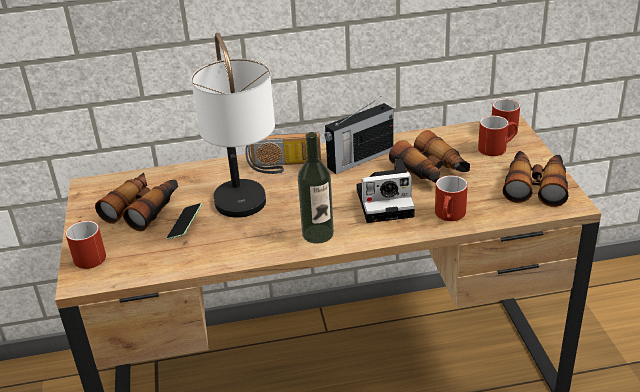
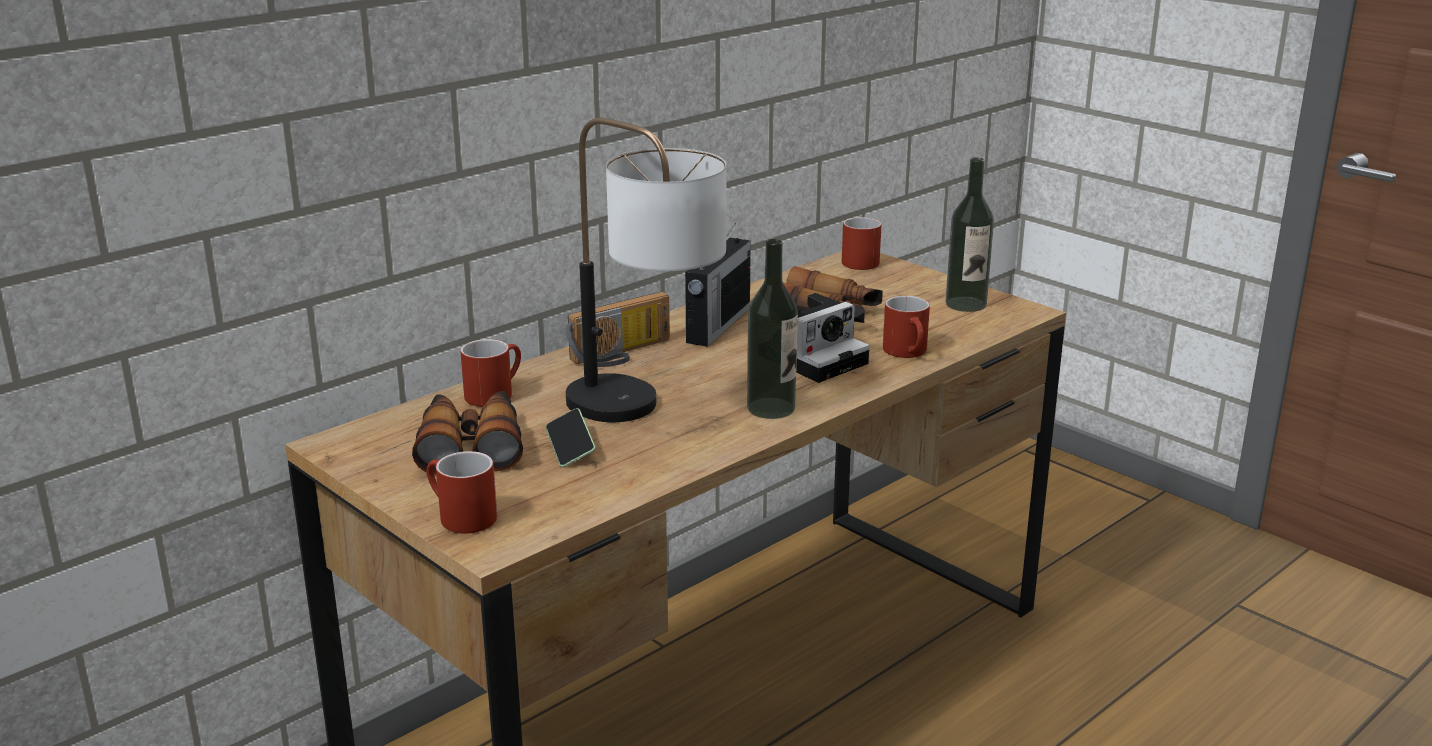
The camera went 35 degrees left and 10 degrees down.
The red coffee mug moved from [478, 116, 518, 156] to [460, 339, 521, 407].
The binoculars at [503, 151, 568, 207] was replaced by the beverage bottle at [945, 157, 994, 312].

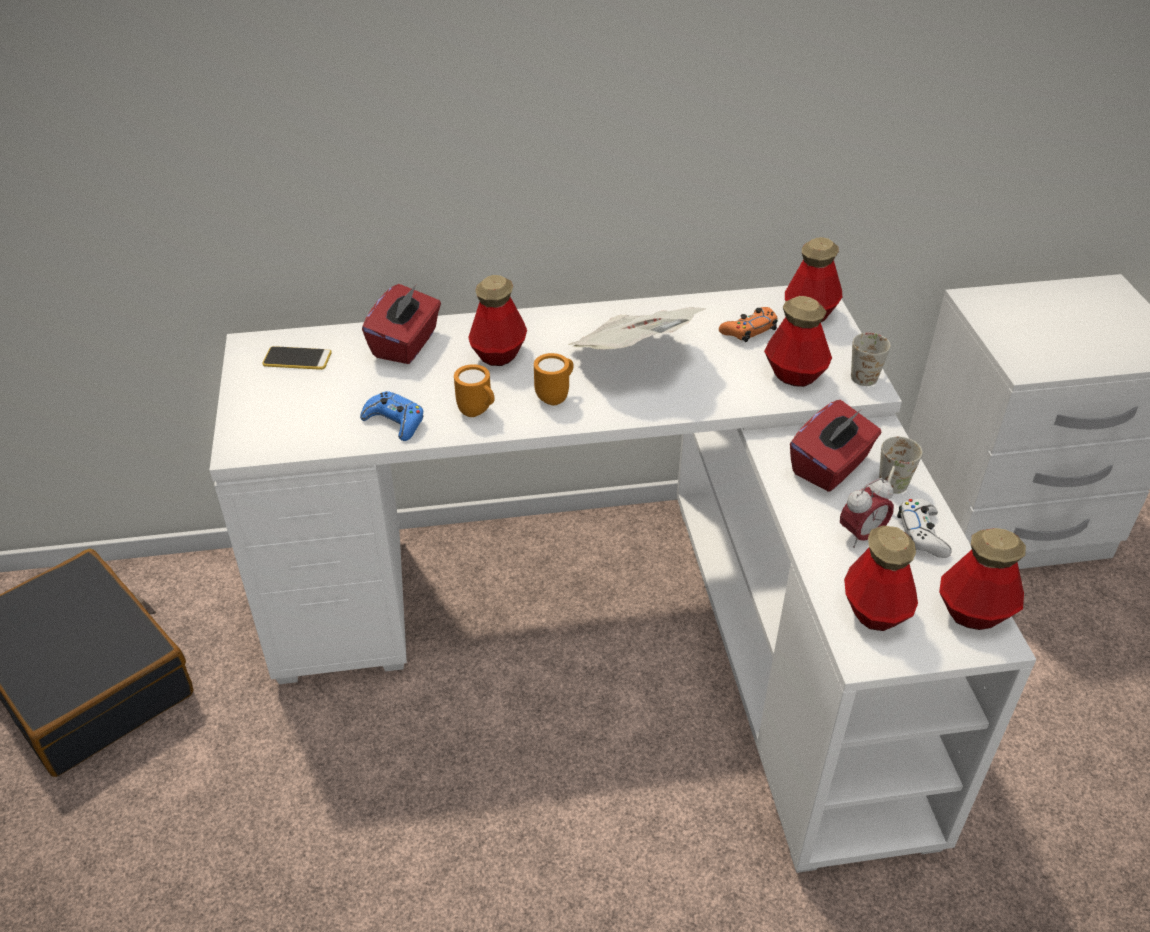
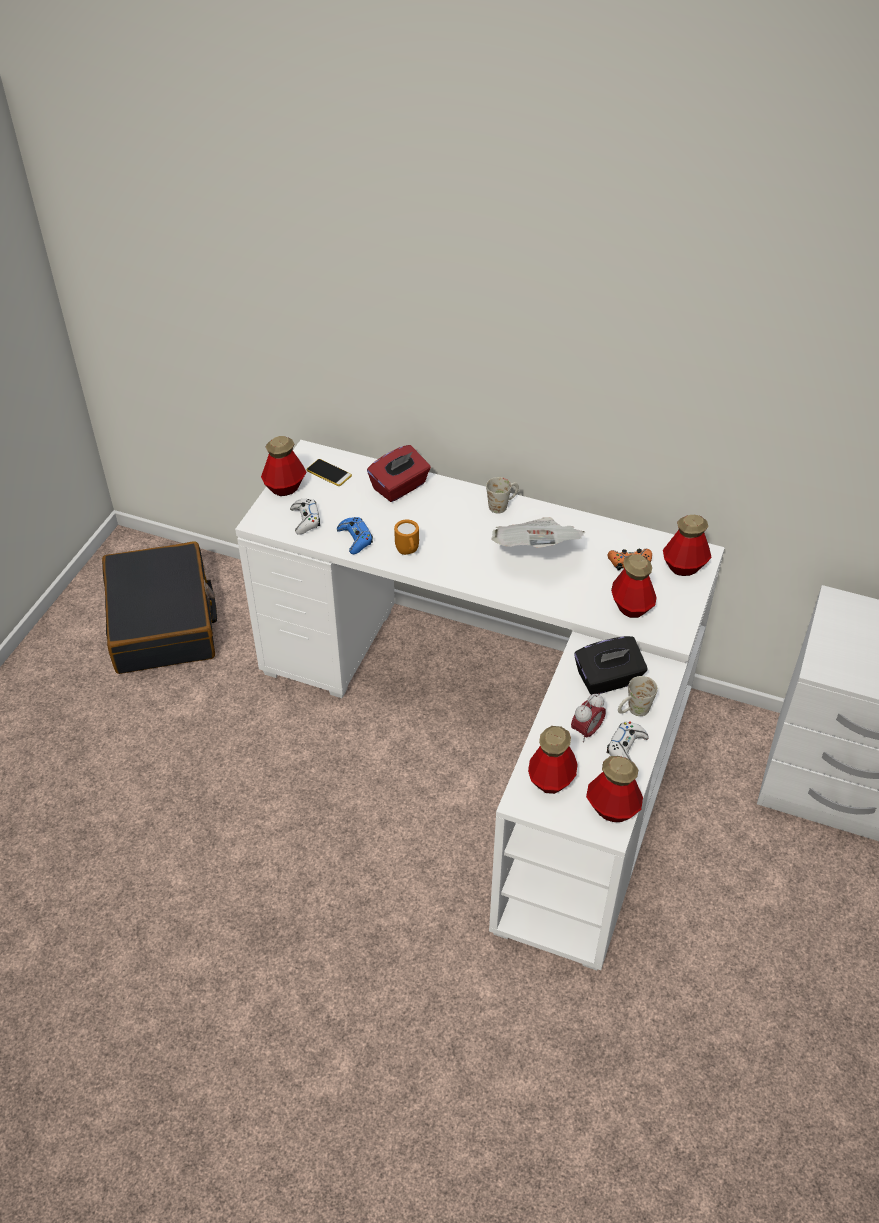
The camera went 30 degrees right and 5 degrees up.
The beverage bottle moved from [468, 275, 527, 366] to [261, 436, 306, 496].
The white joypad at [290, 499, 320, 535] appeared.
The white coffee mug moved from [851, 333, 890, 386] to [486, 477, 519, 514].
The table clock at [840, 478, 894, 548] turned 45 degrees counterclockwise.
The red tissue holder at [790, 400, 881, 492] became the black-coloured tissue holder at [574, 636, 648, 695].
The orange coffee mug at [534, 353, 574, 405] disappeared.

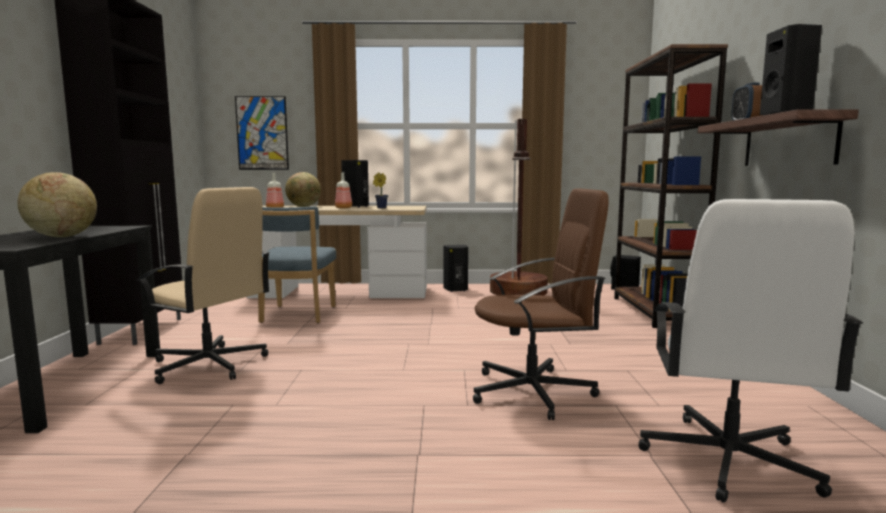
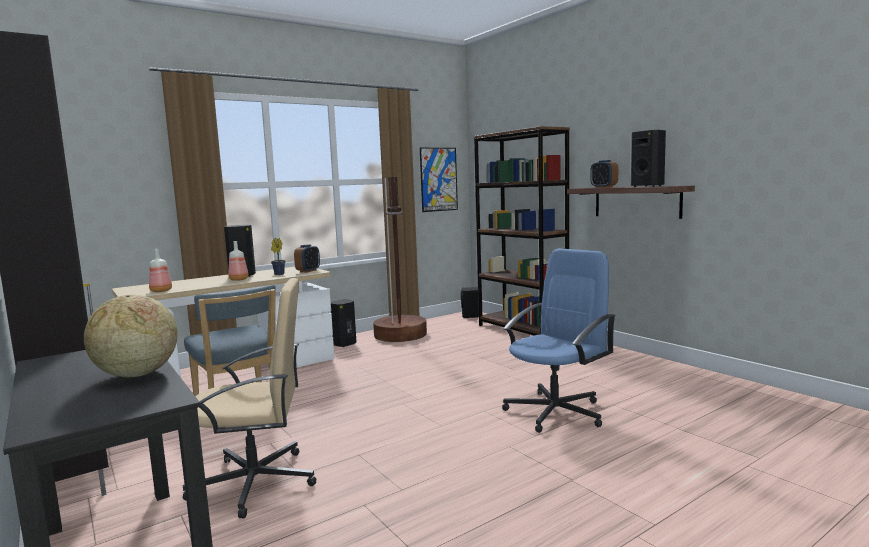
The camera went 35 degrees left and 0 degrees up.
The table clock at [294, 244, 320, 272] appeared.
The wall art moved from [235, 96, 289, 170] to [420, 148, 458, 212].
The brown computer chair at [473, 188, 609, 420] became the blue-coloured computer chair at [502, 248, 616, 433].
The globe at [285, 172, 321, 207] disappeared.
The white computer chair at [638, 199, 863, 503] disappeared.

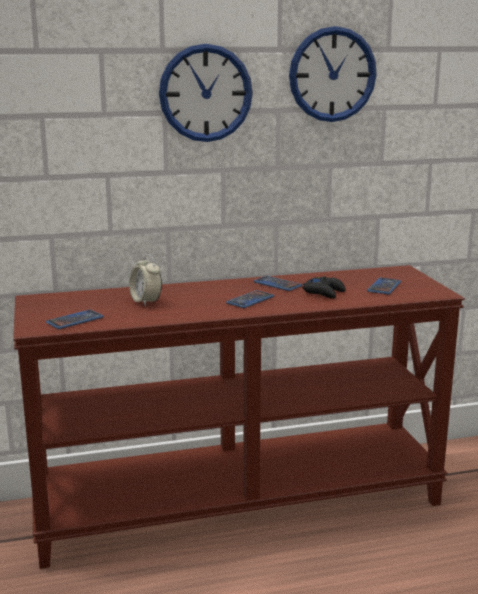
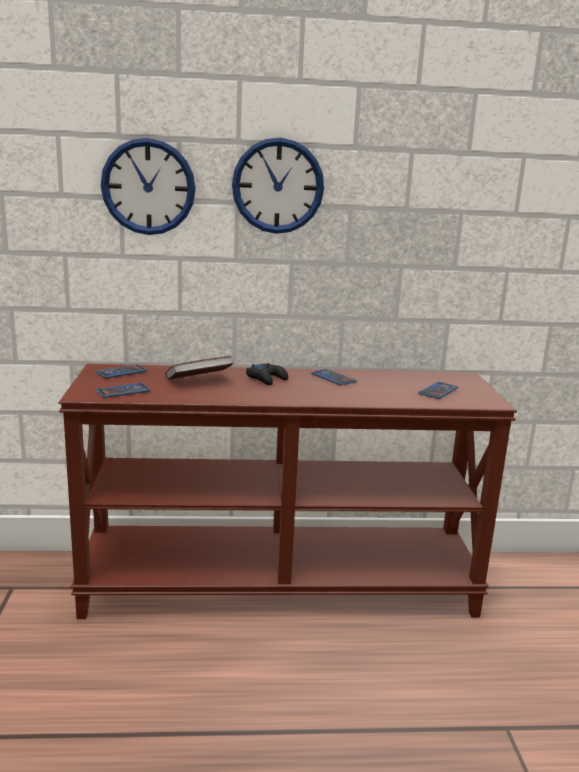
The camera went 10 degrees right and 0 degrees up.
The telephone moved from [226, 290, 274, 308] to [96, 364, 147, 378].
The wall clock moved from [289, 26, 377, 122] to [101, 138, 196, 235].
The table clock at [129, 254, 162, 306] was replaced by the volume at [165, 356, 233, 380].
The black-coloured joypad moved from [302, 276, 346, 299] to [246, 363, 288, 385].

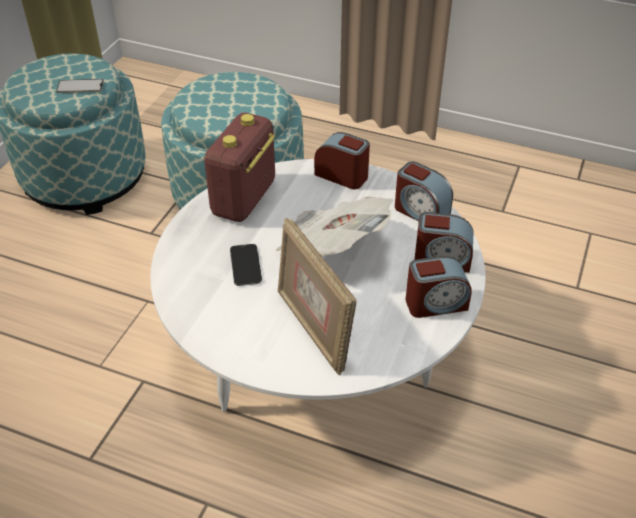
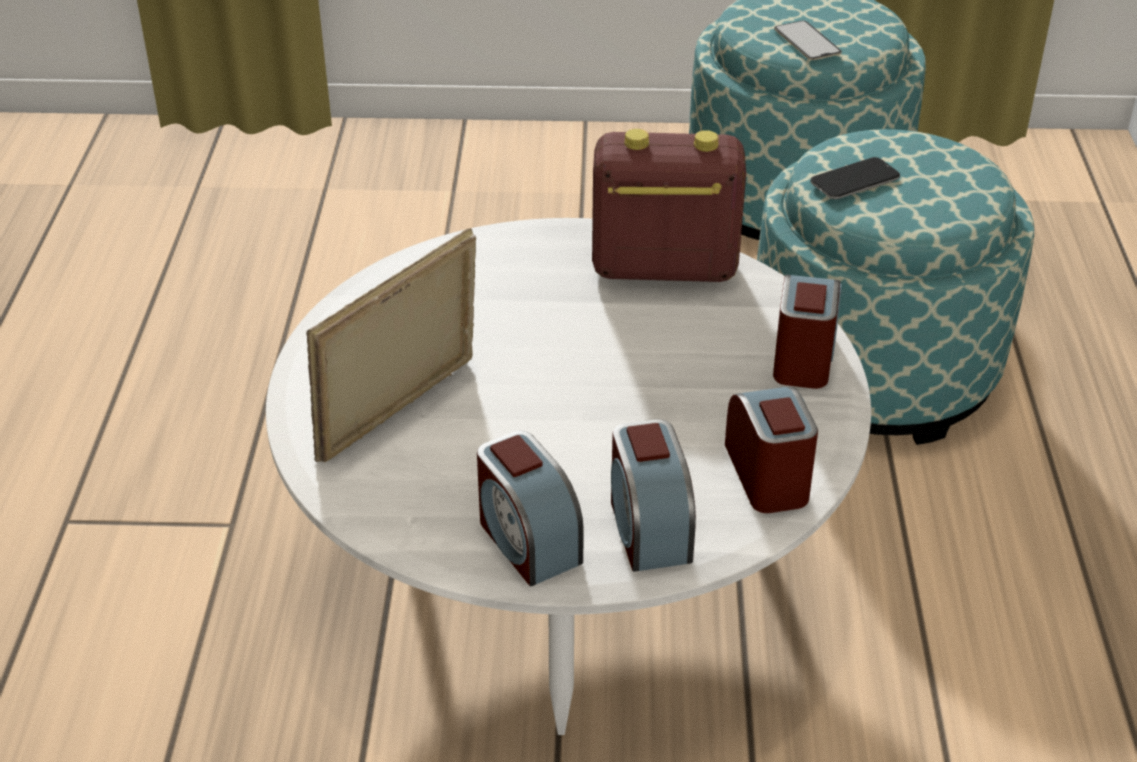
The camera went 70 degrees right and 5 degrees down.
The table clock at [395, 161, 453, 221] turned 150 degrees clockwise.
The telephone moved from [230, 244, 262, 286] to [811, 157, 900, 199].
The newspaper at [276, 196, 394, 256] disappeared.

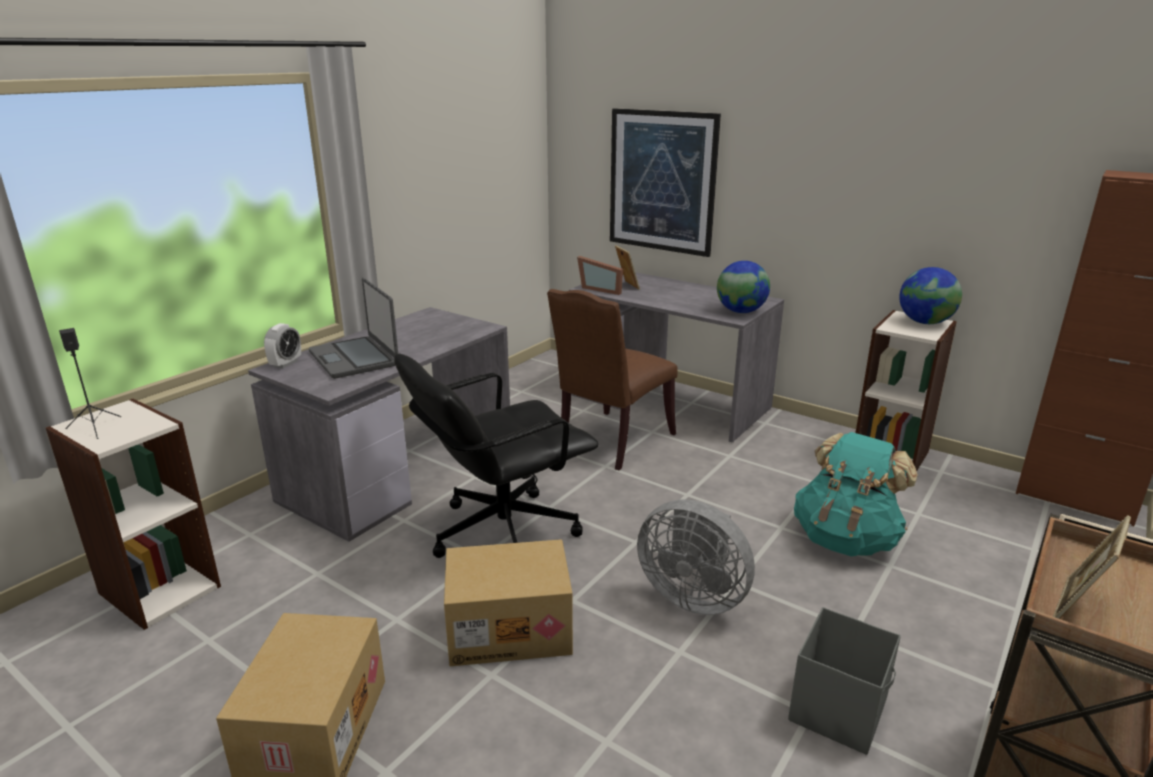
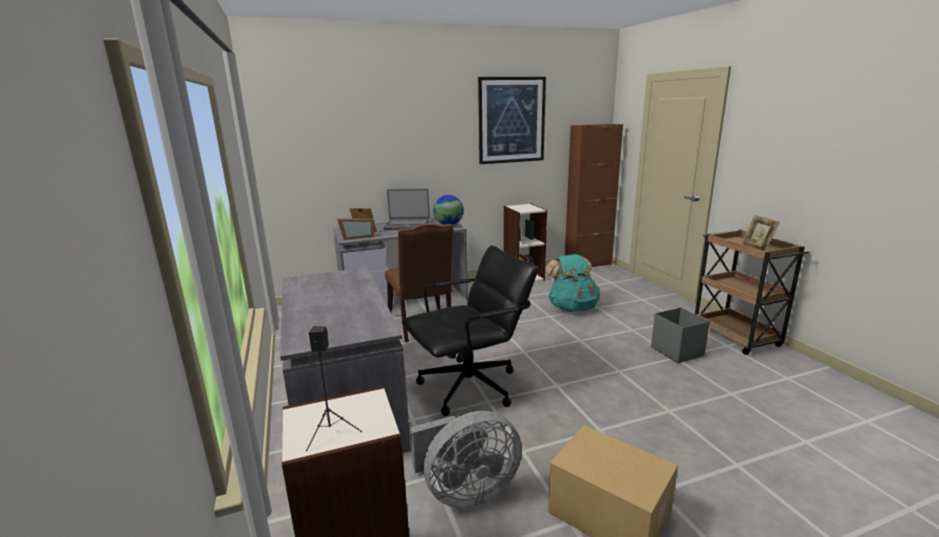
The camera went 55 degrees left and 5 degrees down.
The portable computer moved from [309, 278, 398, 379] to [383, 189, 430, 230].
The black-coloured computer chair at [394, 354, 598, 558] turned 120 degrees counterclockwise.
The greyish cooling fan moved from [637, 499, 755, 615] to [410, 411, 522, 508].
The wall art moved from [610, 108, 721, 257] to [478, 77, 546, 164].
The table clock at [264, 323, 301, 369] disappeared.
The cardboard box at [444, 539, 573, 666] disappeared.
The globe at [899, 267, 962, 324] disappeared.

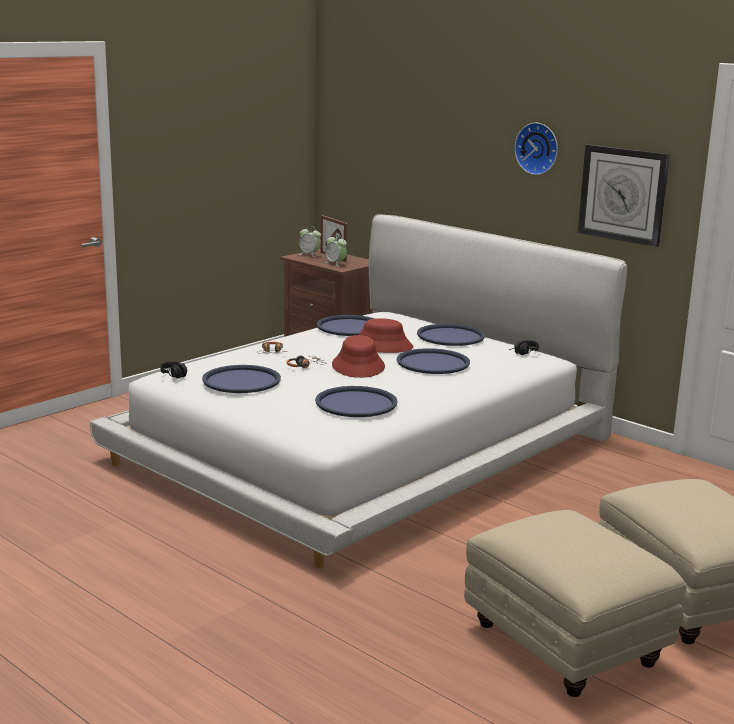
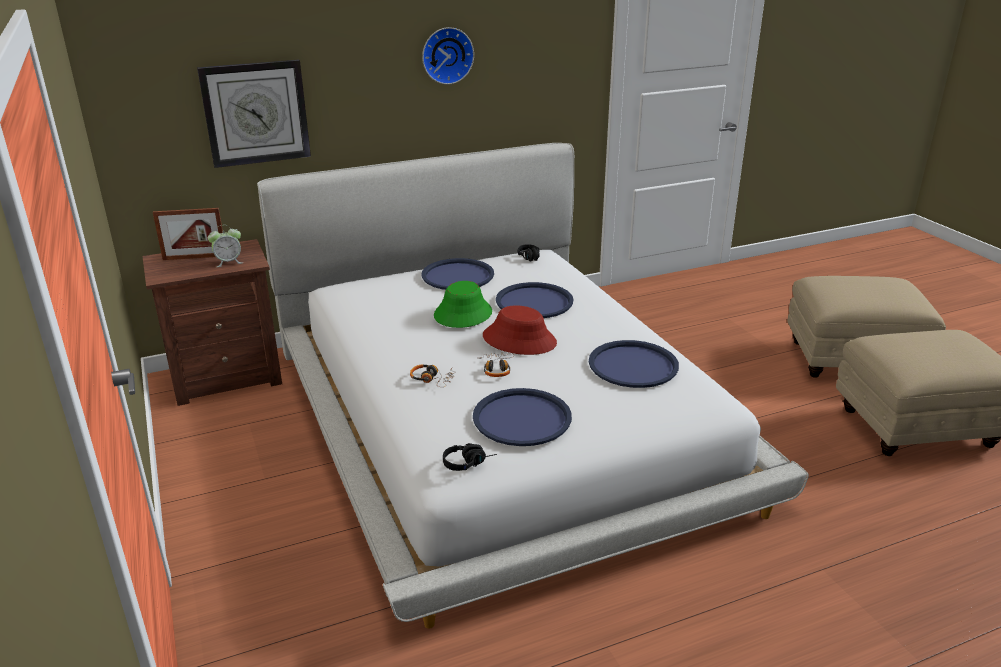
The camera went 65 degrees left and 10 degrees up.
The wall clock moved from [578, 144, 670, 247] to [197, 60, 311, 168].
The red hat at [359, 318, 413, 353] became the green-coloured hat at [434, 281, 492, 328].
The table clock at [299, 226, 321, 257] disappeared.
The blue-coloured carrying tray at [317, 315, 375, 336] disappeared.

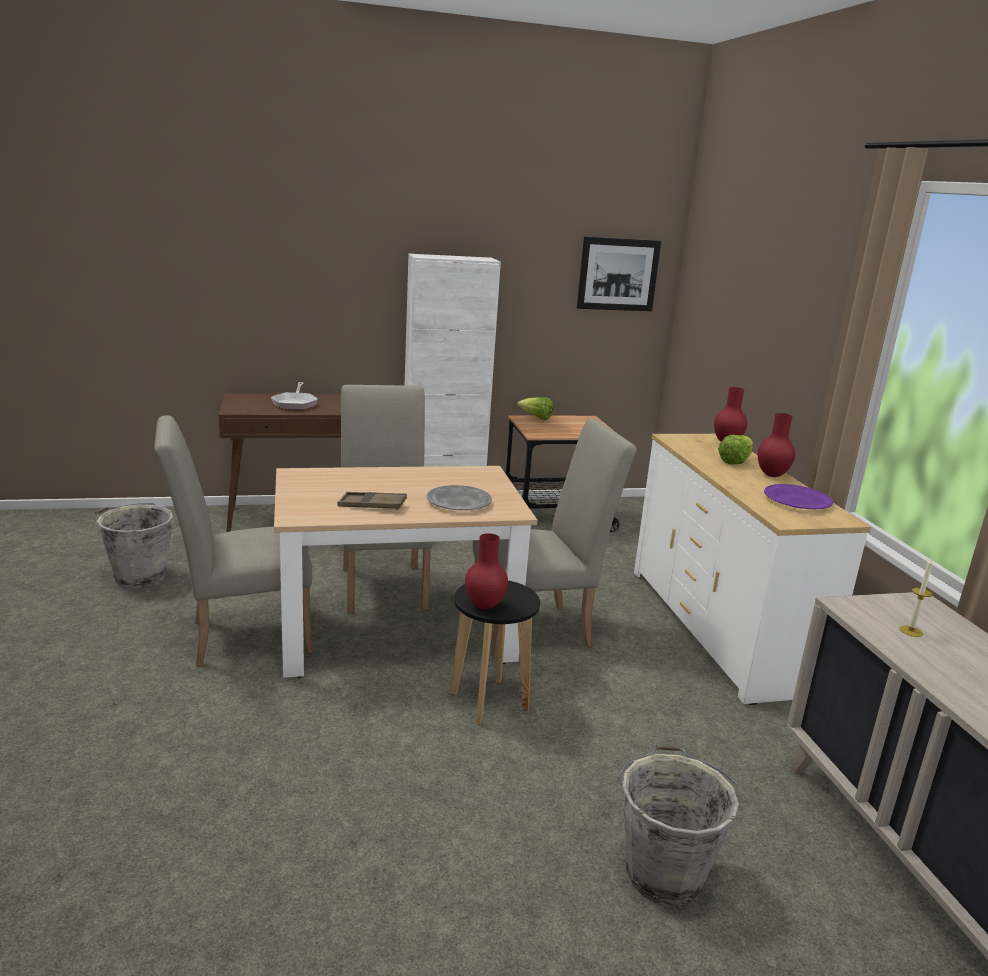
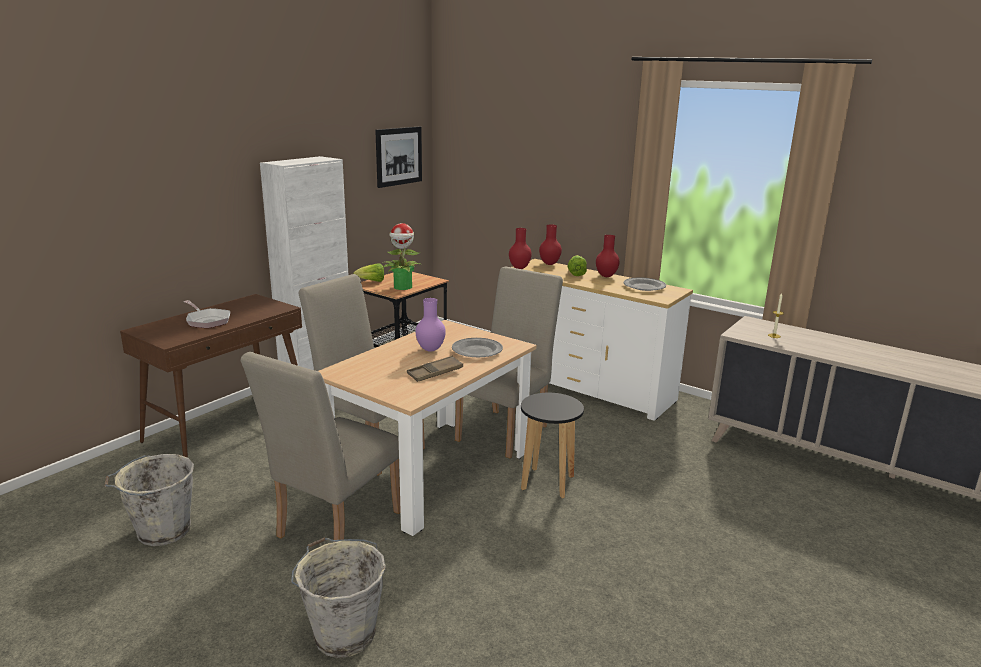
The camera went 40 degrees left and 0 degrees up.
The greyish pail moved from [617, 745, 739, 907] to [291, 538, 386, 658].
The potted plant at [382, 223, 420, 290] appeared.
The purple flower vase at [415, 298, 446, 352] appeared.
The red flower vase moved from [465, 533, 508, 609] to [509, 228, 532, 269].
The purple flat dish at [764, 484, 833, 509] became the greyish flat dish at [624, 277, 666, 291].

